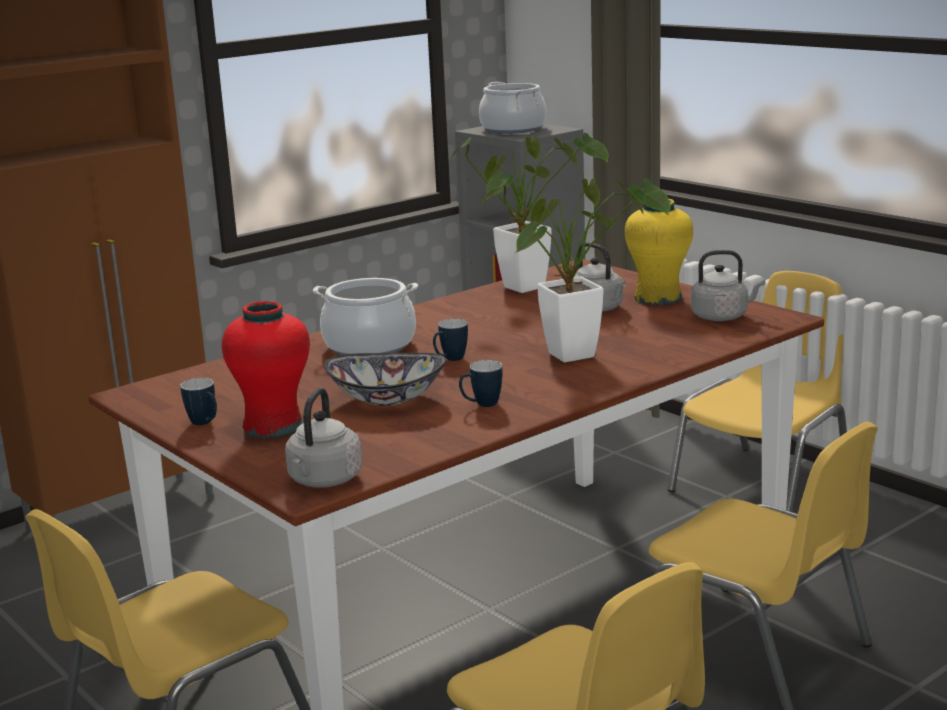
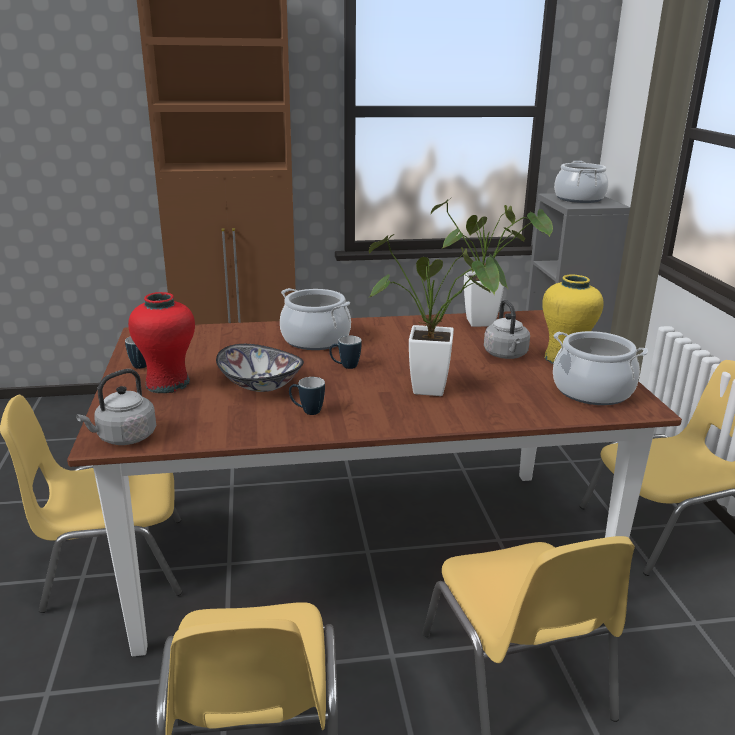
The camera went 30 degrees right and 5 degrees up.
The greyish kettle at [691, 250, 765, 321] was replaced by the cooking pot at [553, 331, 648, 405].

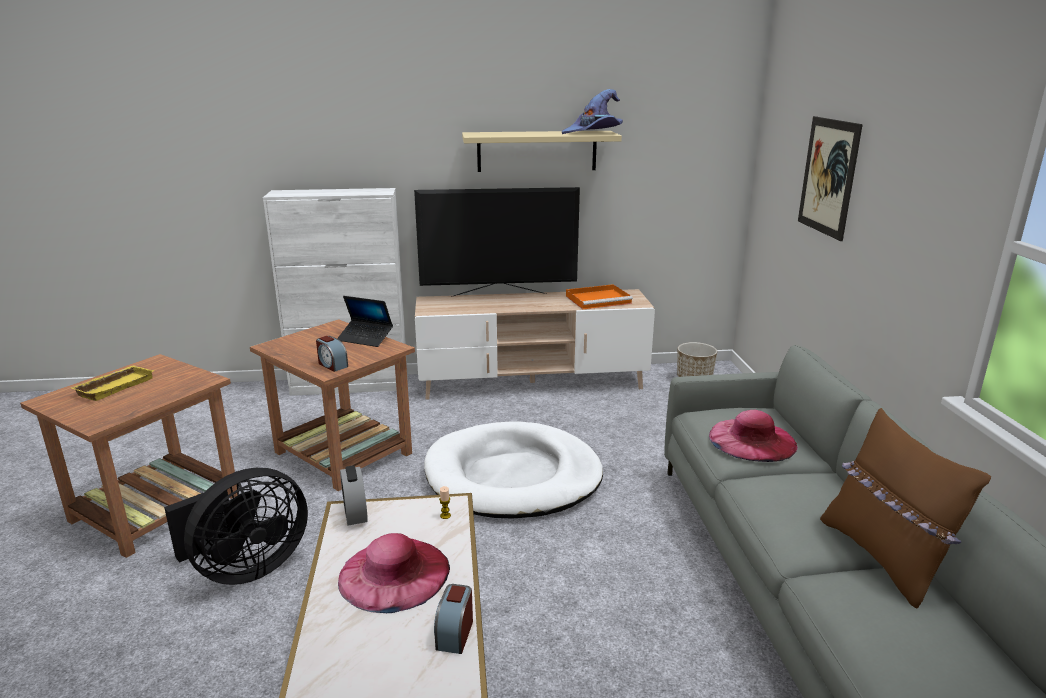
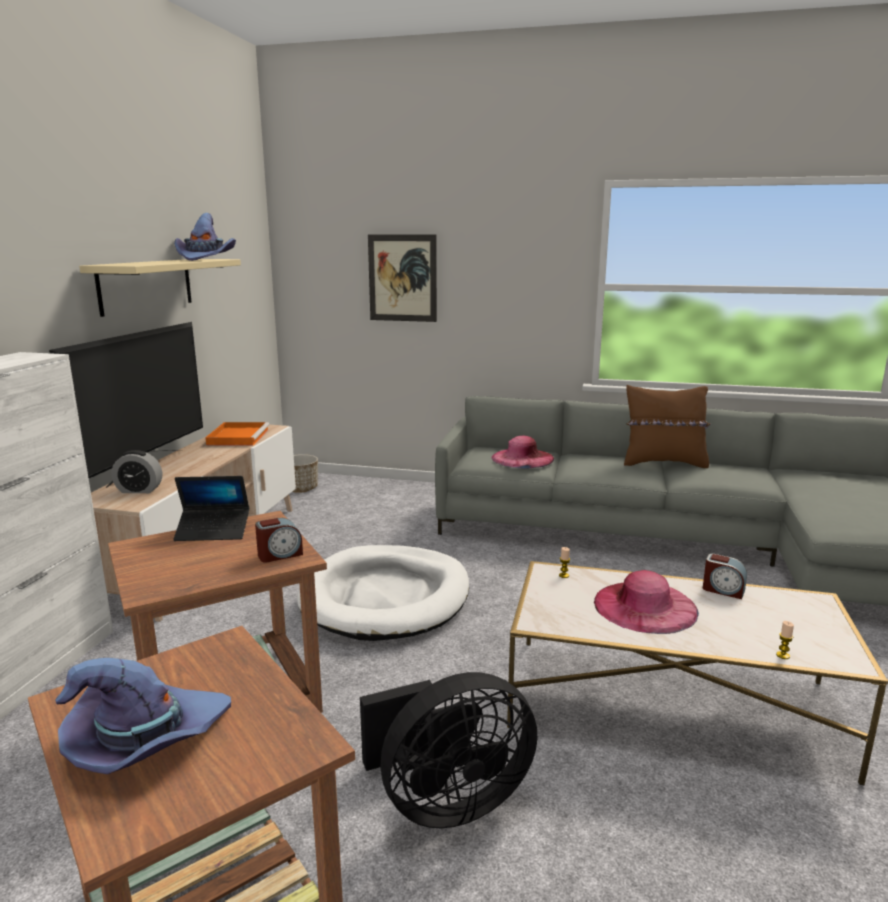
The camera went 70 degrees left and 5 degrees down.
The yellowish carrying tray at [72, 366, 154, 401] was replaced by the purple hat at [55, 658, 231, 774].
The table clock moved from [340, 466, 368, 526] to [111, 450, 162, 493].
The portable computer at [337, 296, 393, 347] turned 45 degrees clockwise.
The black-coloured cooling fan at [164, 468, 308, 585] turned 90 degrees clockwise.
The wax candle at [776, 621, 794, 659] appeared.

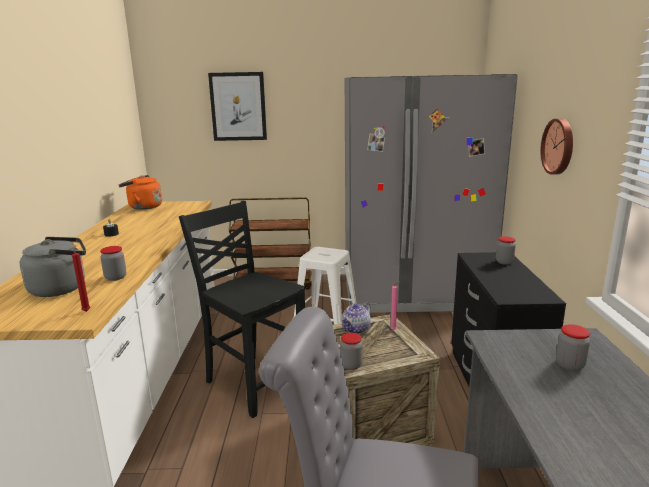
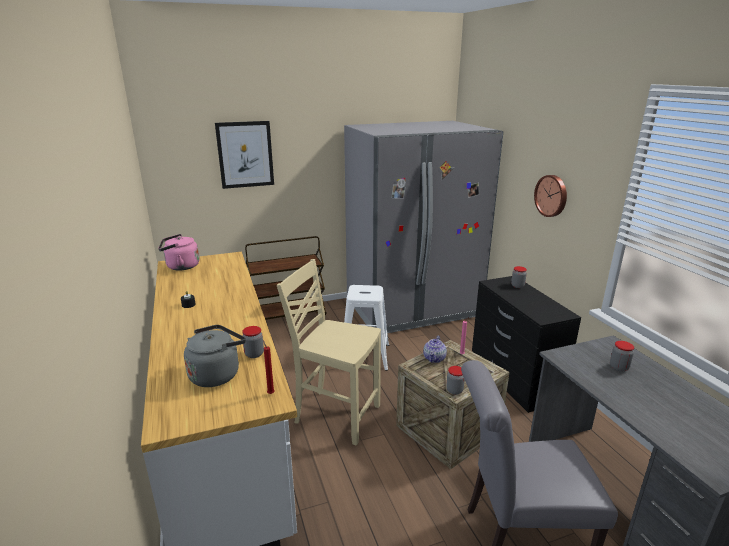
The camera went 20 degrees left and 5 degrees up.
The orange kettle at [118, 175, 162, 210] became the pink kettle at [158, 234, 200, 270].
The black-coloured plain chair at [179, 201, 305, 418] became the beige plain chair at [277, 259, 381, 446].

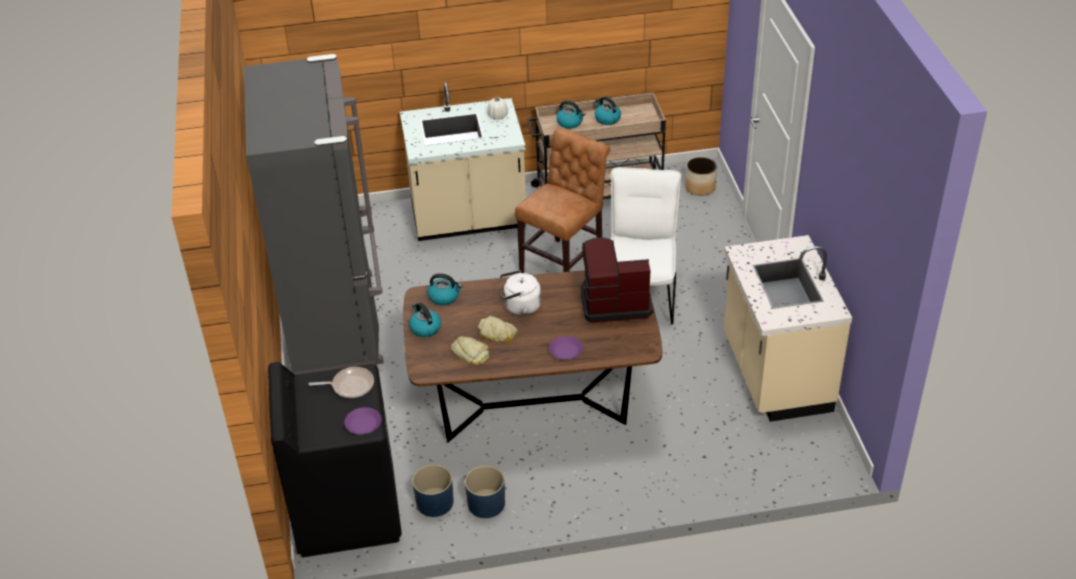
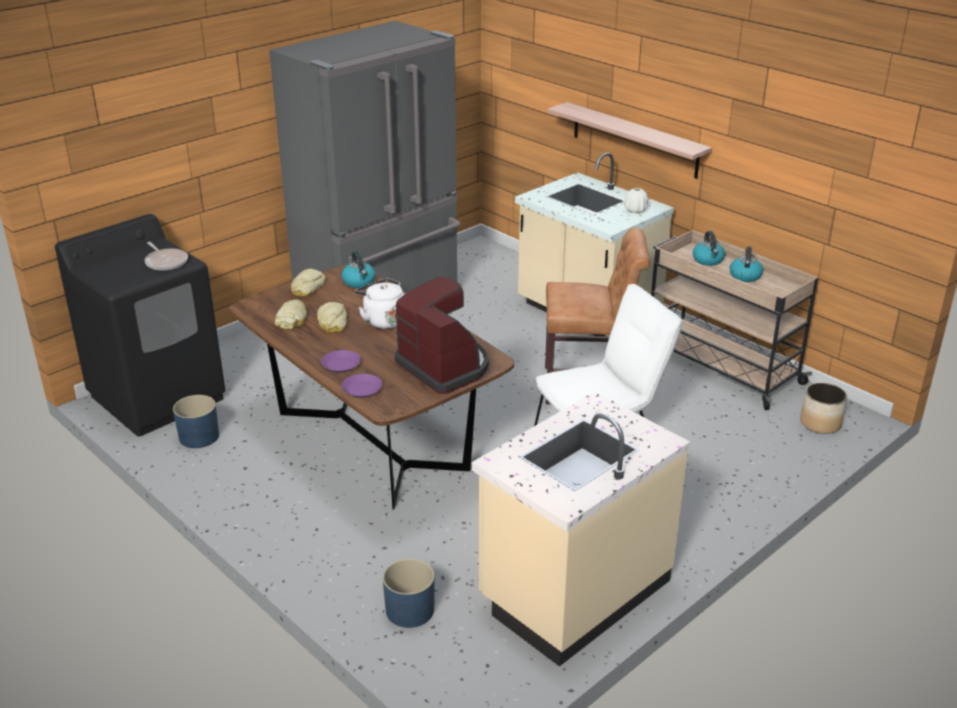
The camera went 55 degrees right and 10 degrees down.
The kettle at [409, 303, 441, 337] was replaced by the bakery bread at [291, 269, 326, 297].
The purple flat dish moved from [344, 407, 382, 435] to [341, 374, 383, 398].
The blue-coloured plant pot moved from [465, 466, 505, 518] to [383, 559, 435, 628].
The wall shelf at [548, 102, 712, 179] appeared.

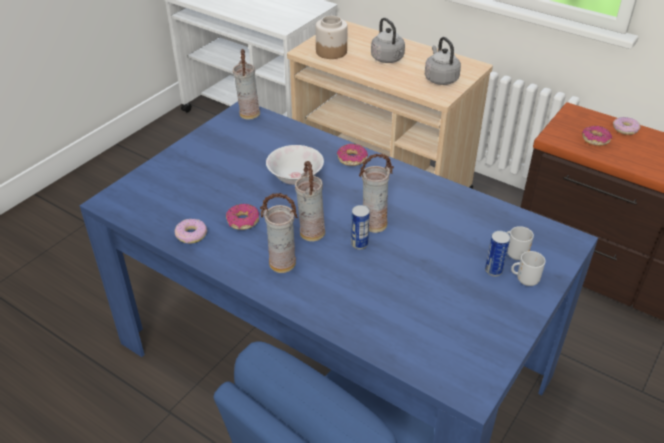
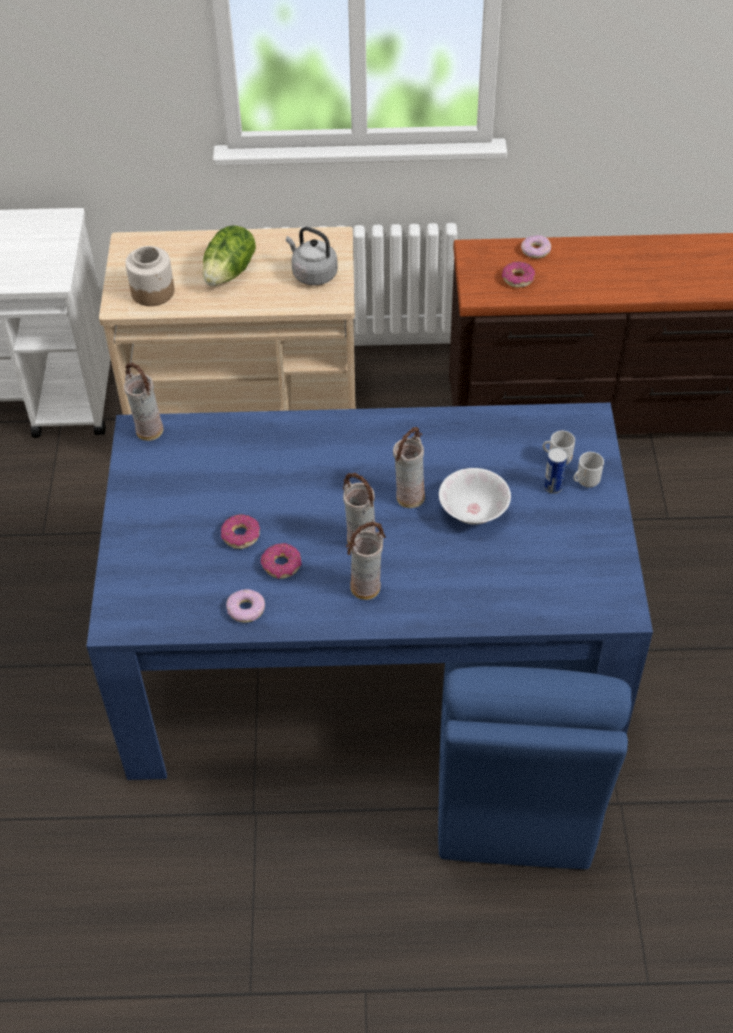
The camera went 35 degrees left and 10 degrees up.
The greyish kettle at [371, 18, 405, 63] was replaced by the lettuce head at [203, 225, 256, 286].
The doughnut moved from [337, 144, 368, 166] to [221, 514, 260, 549].
The white deep dish moved from [266, 145, 324, 185] to [439, 468, 511, 525].
The can at [351, 205, 370, 250] disappeared.

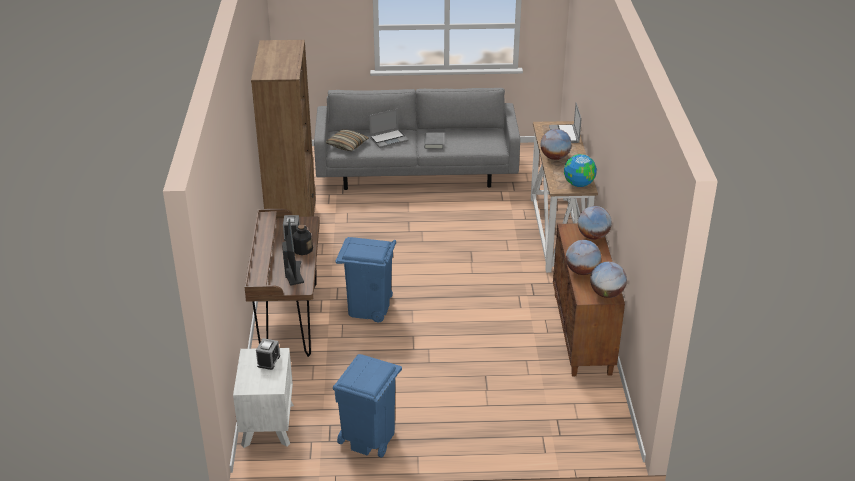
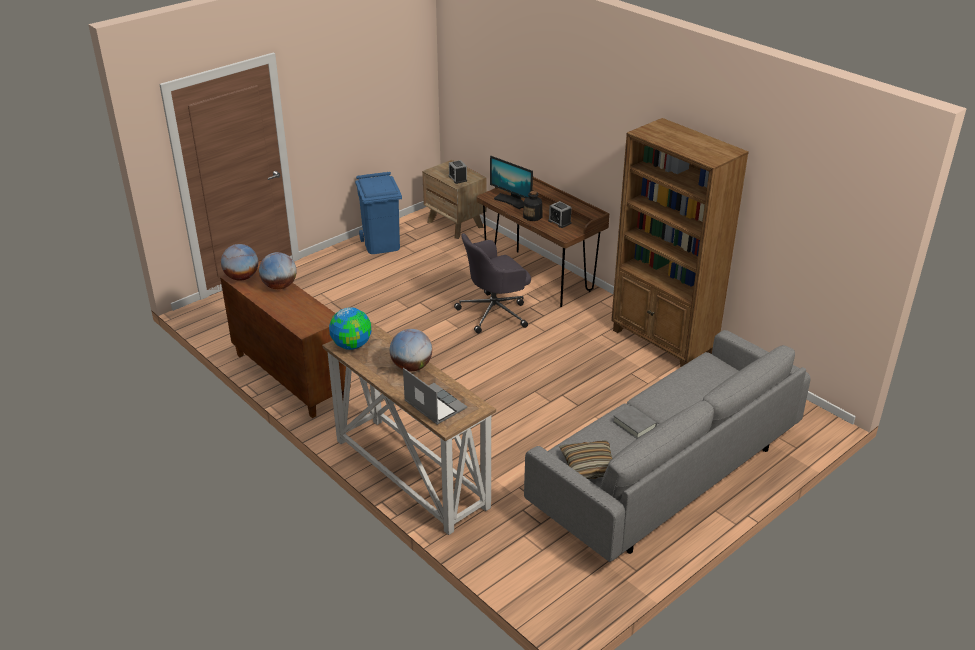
The camera went 140 degrees right and 0 degrees up.
The white nightstand at [233, 348, 294, 448] became the brown nightstand at [422, 160, 487, 239].
The blue-coloured waste bin at [336, 237, 396, 322] was replaced by the greyish computer chair at [454, 233, 531, 334].
The throw pillow moved from [326, 129, 369, 151] to [560, 441, 612, 479].
The portable computer at [369, 108, 409, 148] disappeared.
The globe at [578, 206, 612, 240] disappeared.

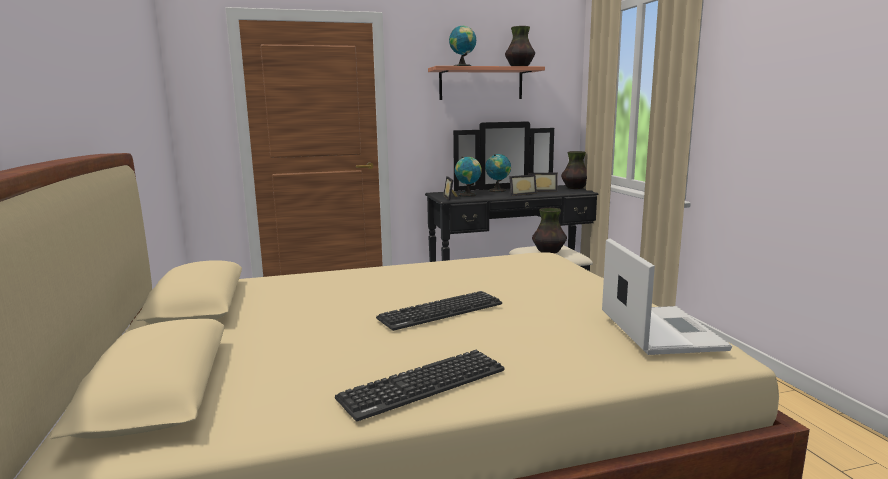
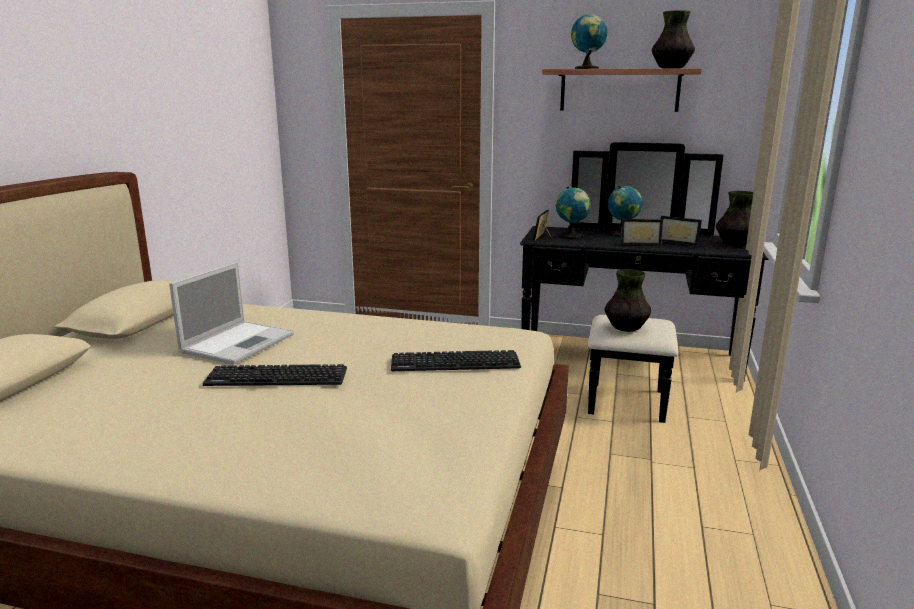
The camera went 30 degrees right and 5 degrees up.
The portable computer moved from [602, 239, 732, 355] to [169, 262, 294, 365].
The keyboard moved from [335, 350, 505, 421] to [391, 350, 521, 371].

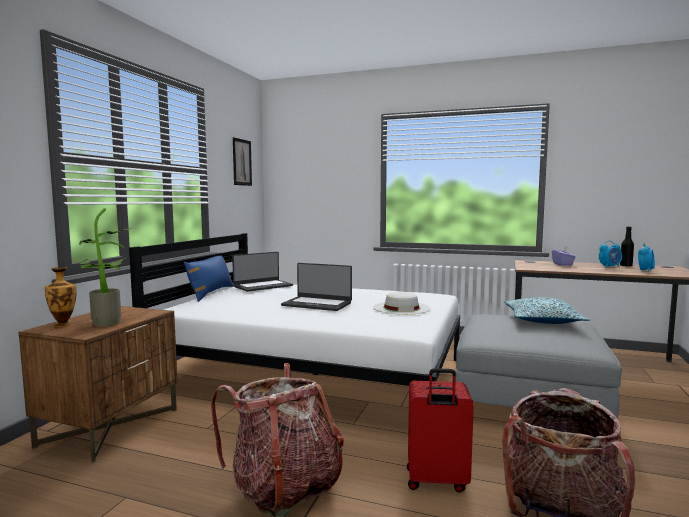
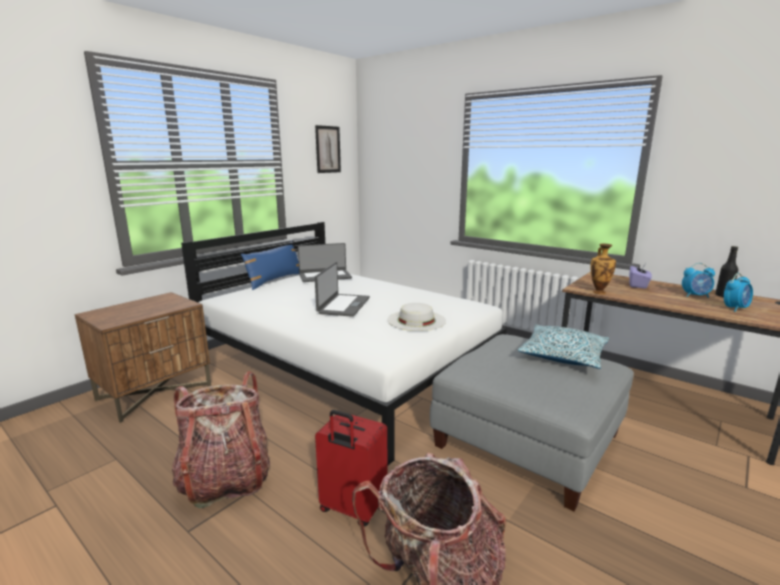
The camera went 20 degrees right and 10 degrees up.
The portable computer at [281, 263, 352, 311] turned 120 degrees counterclockwise.
The flower vase moved from [45, 267, 77, 327] to [590, 244, 616, 294].
The potted plant at [78, 208, 132, 326] disappeared.

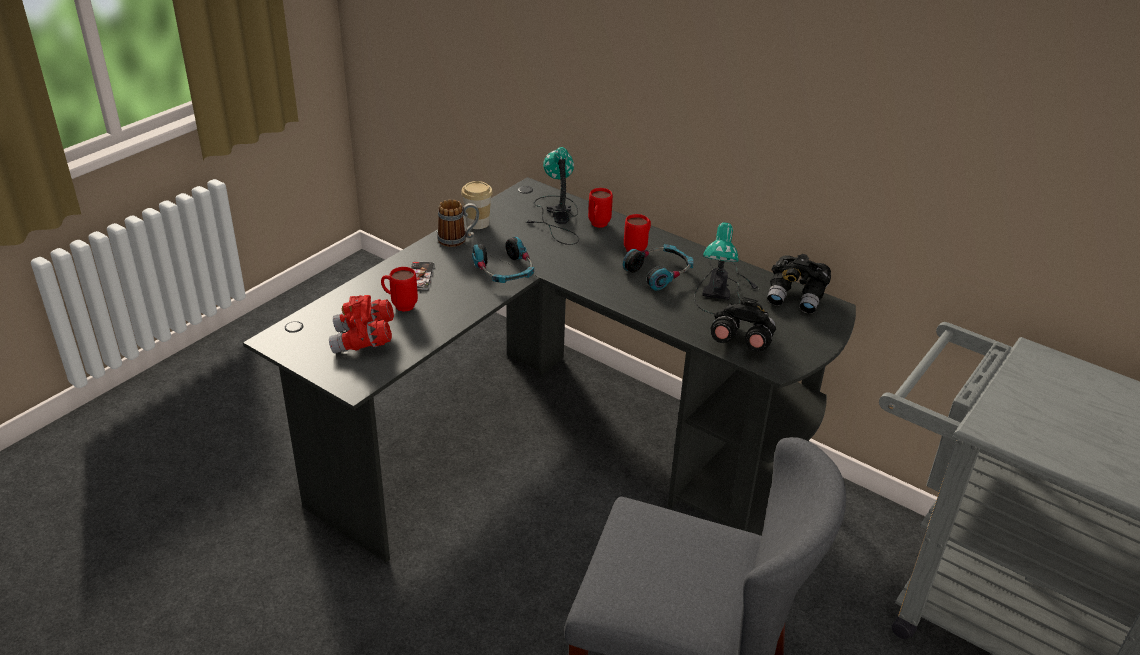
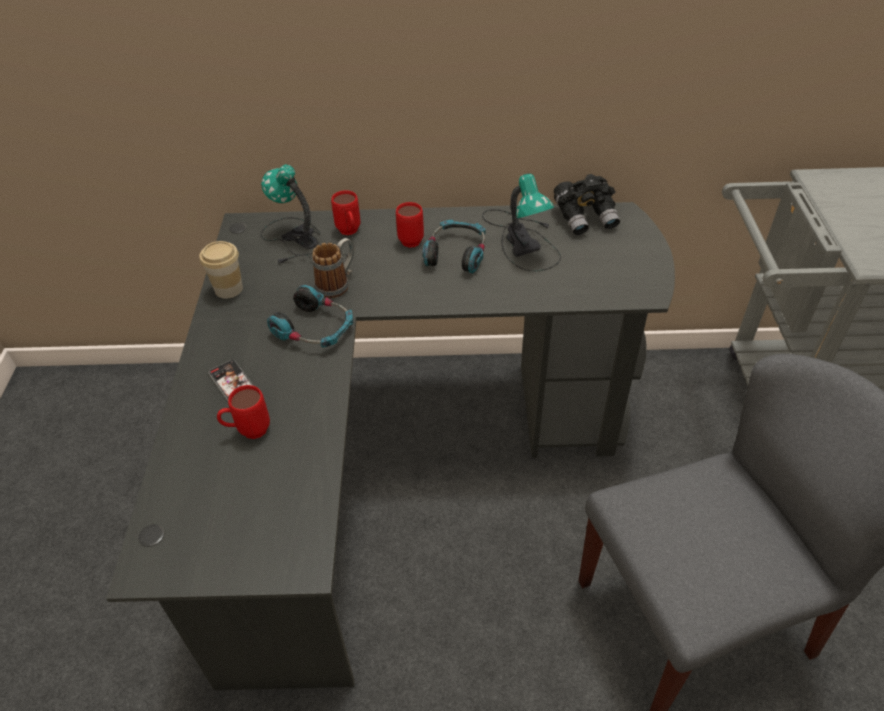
The camera went 35 degrees left and 10 degrees up.
The coffee mug moved from [437, 199, 479, 247] to [312, 238, 354, 298].
The red binoculars at [329, 295, 394, 353] disappeared.
The black-coloured binoculars at [711, 297, 776, 352] disappeared.

